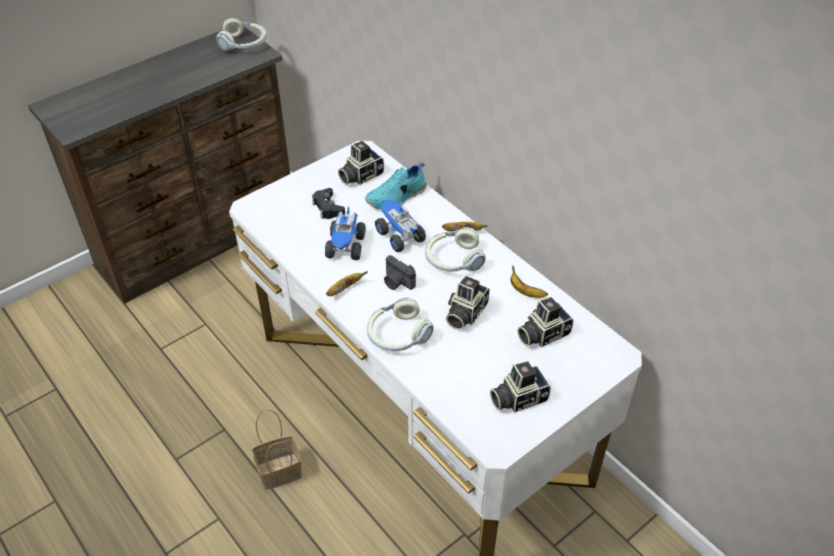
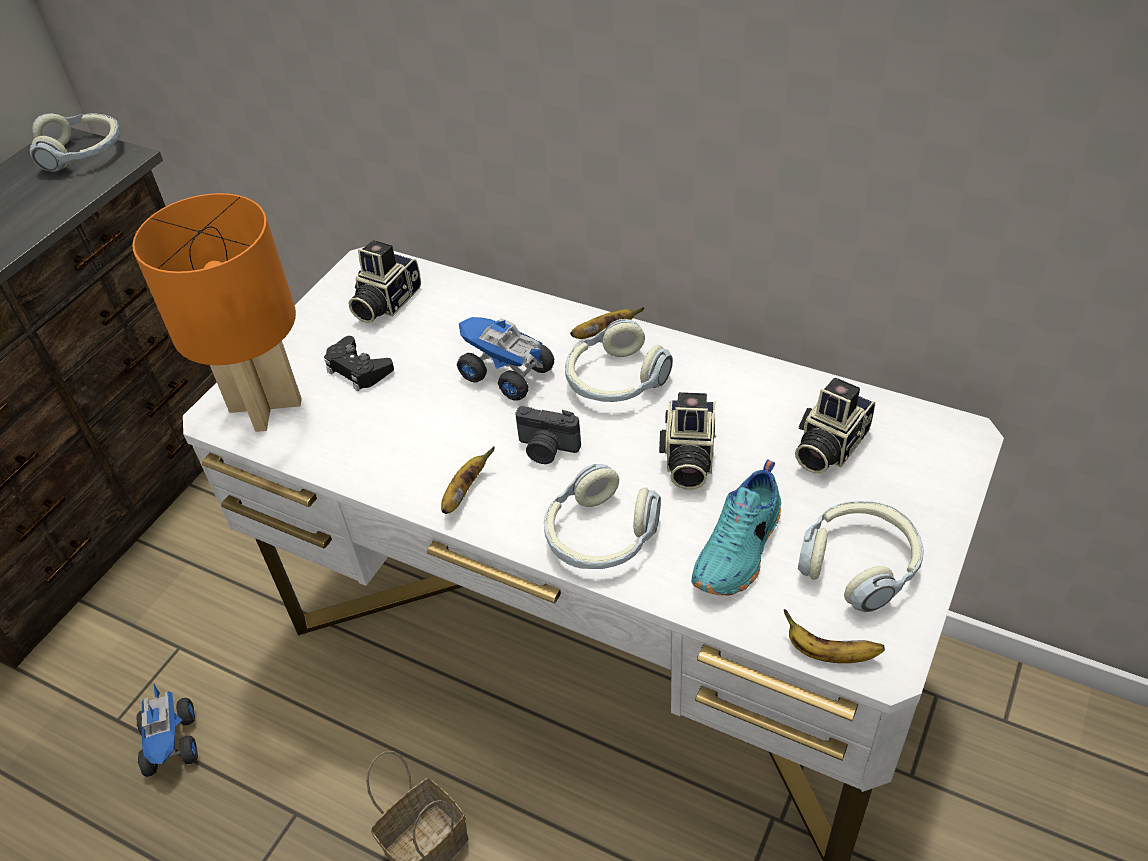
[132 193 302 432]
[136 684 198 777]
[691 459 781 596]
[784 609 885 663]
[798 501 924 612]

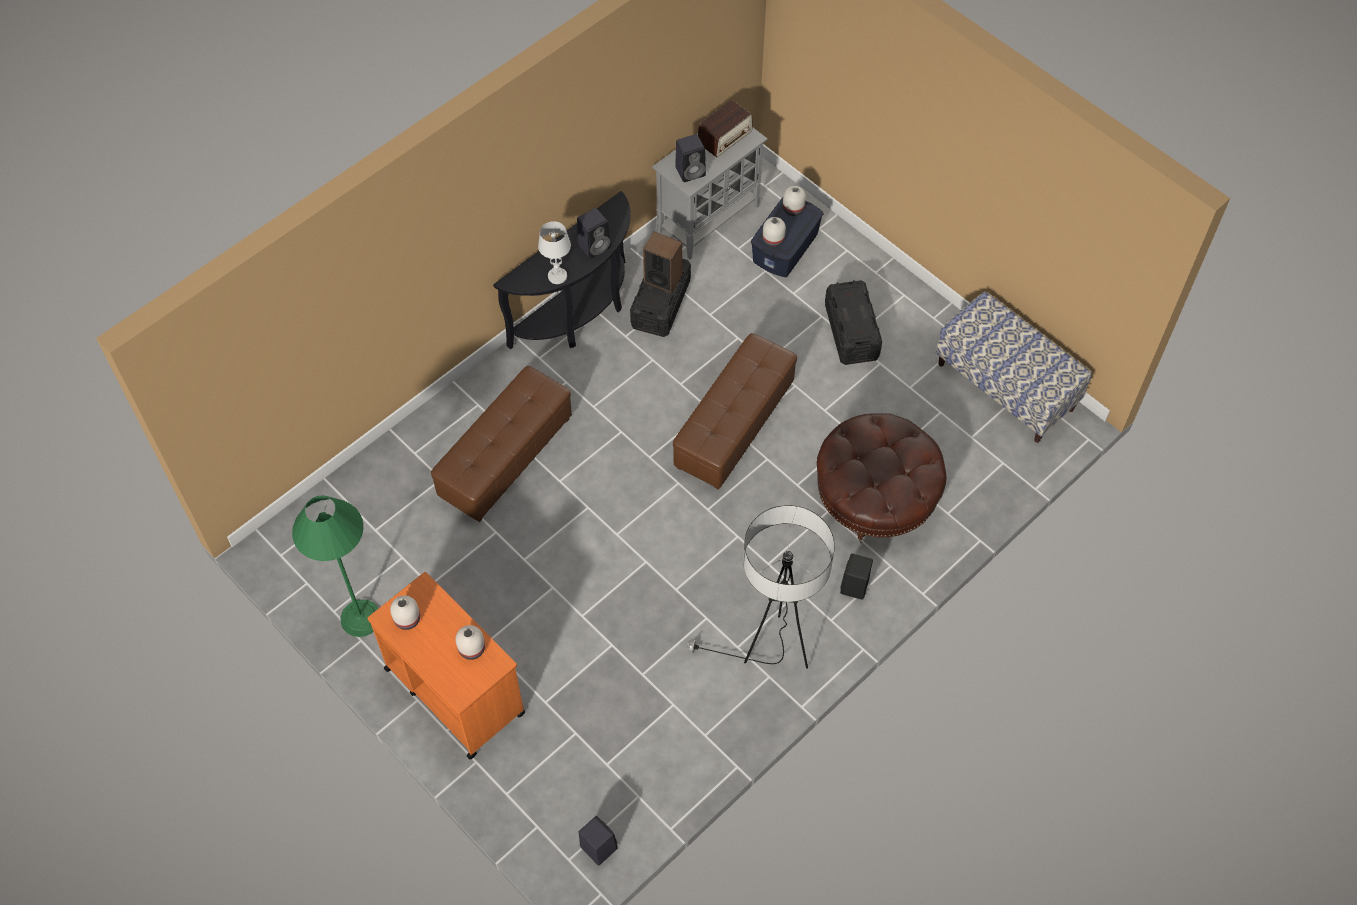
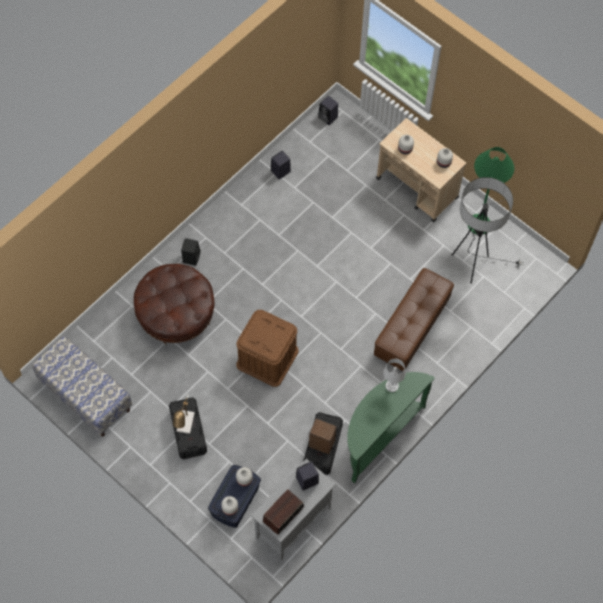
[173 394 195 434]
[236 310 299 387]
[271 151 291 179]
[347 372 435 483]
[376 118 466 222]
[452 177 524 284]

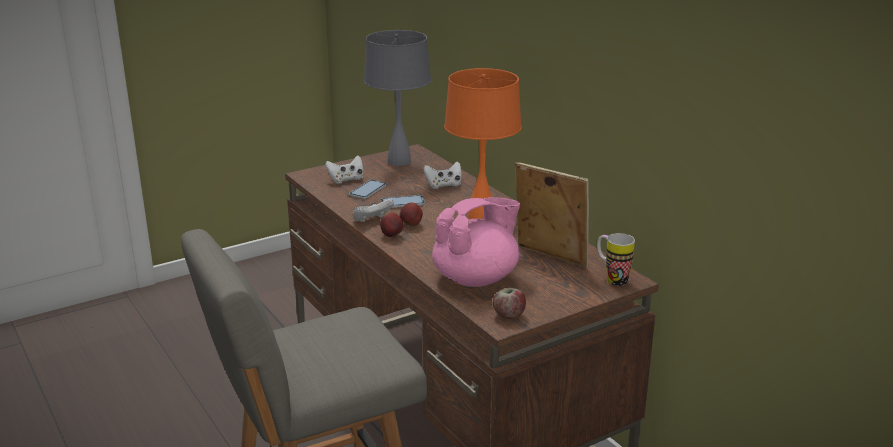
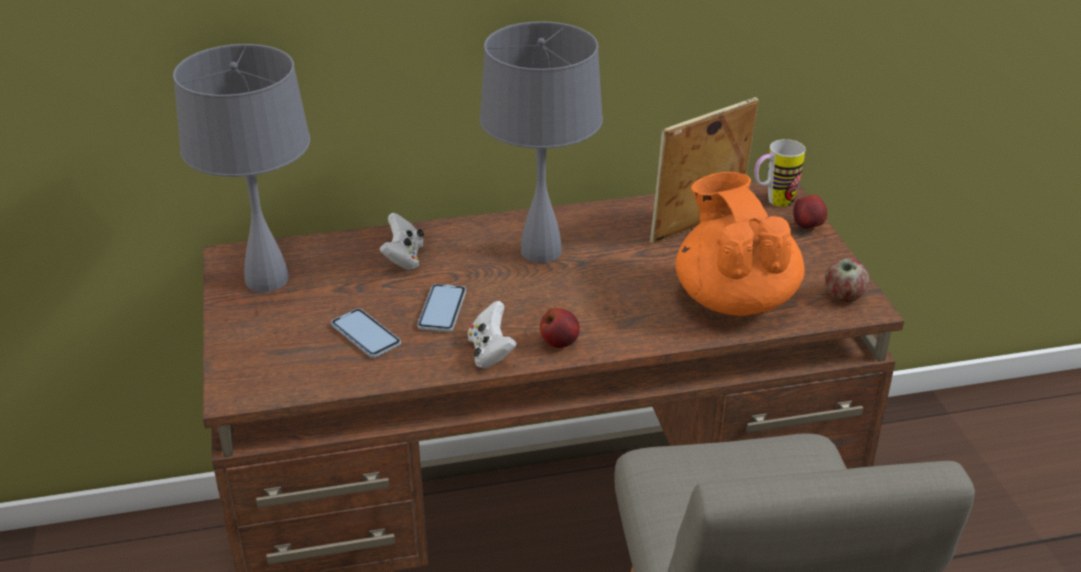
[480 21 603 263]
[676 172 805 316]
[793 194 827 231]
[325 156 363 184] (first image)

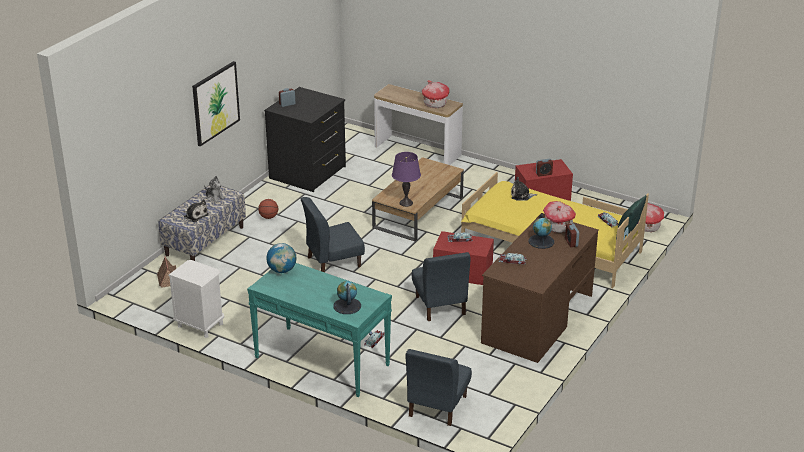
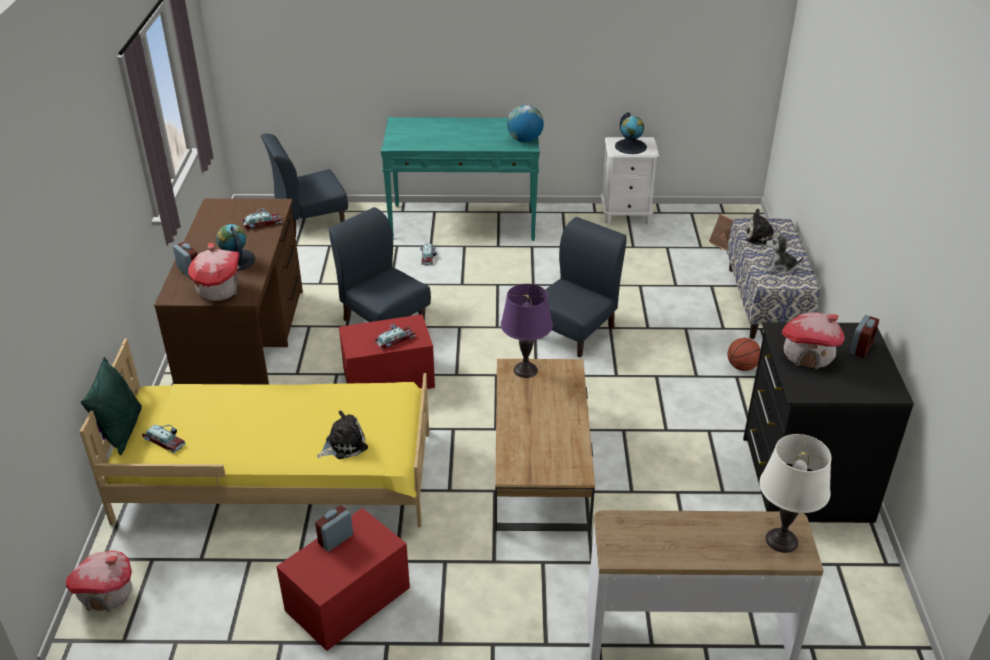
[261 134 348 237]
[615 112 647 154]
[759 434 831 553]
[782 313 845 370]
[192 61 240 147] (first image)

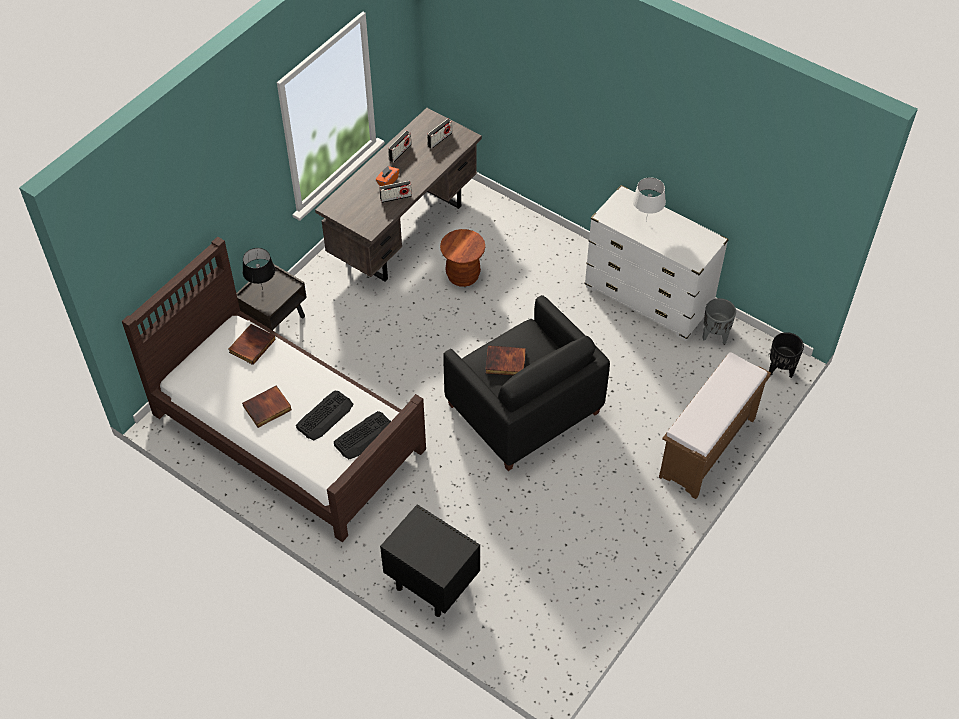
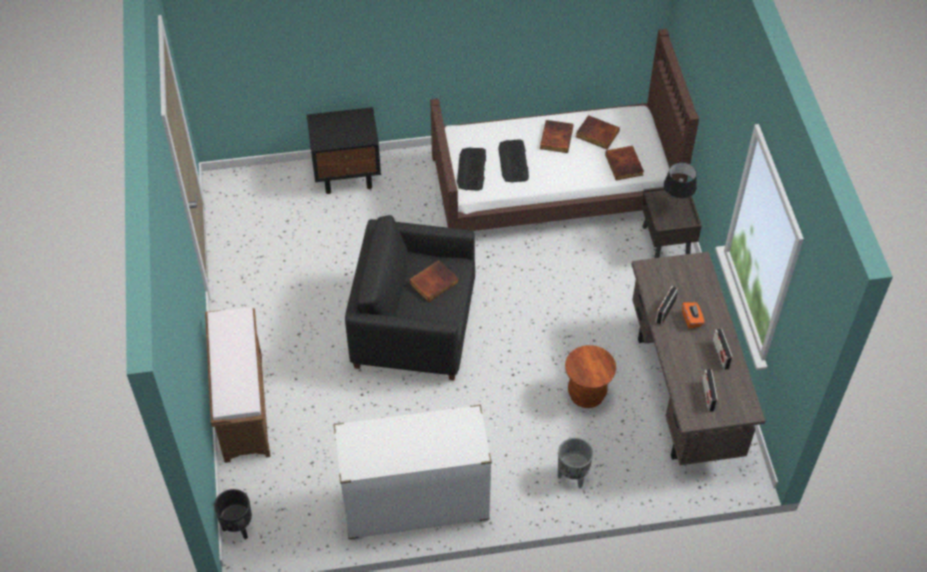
[558 438 593 488]
[576 115 620 149]
[633 177 666 221] (first image)

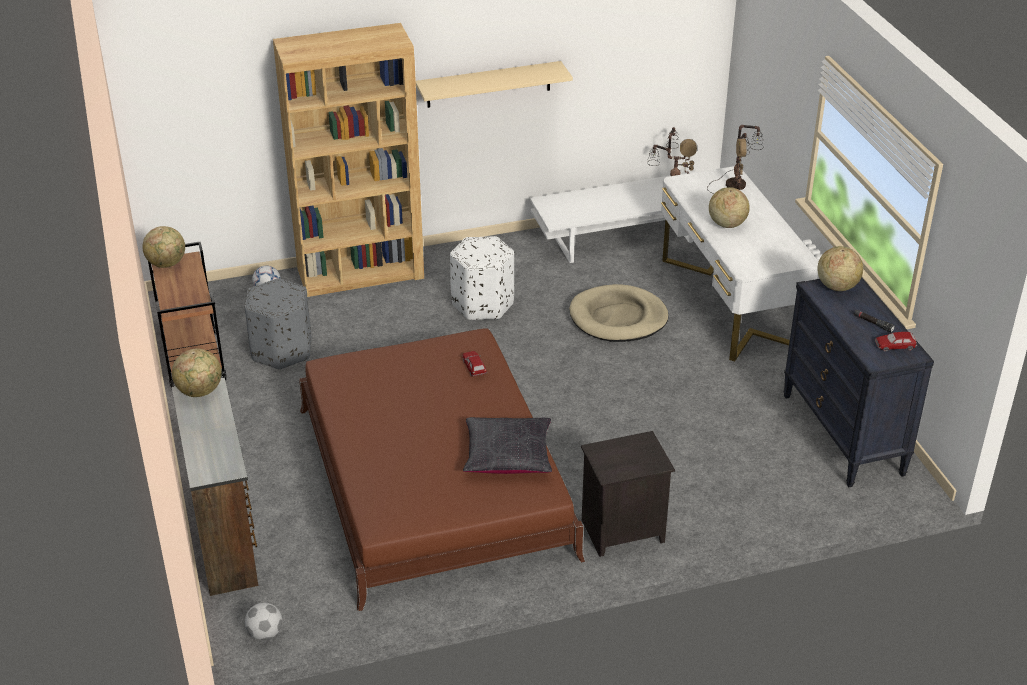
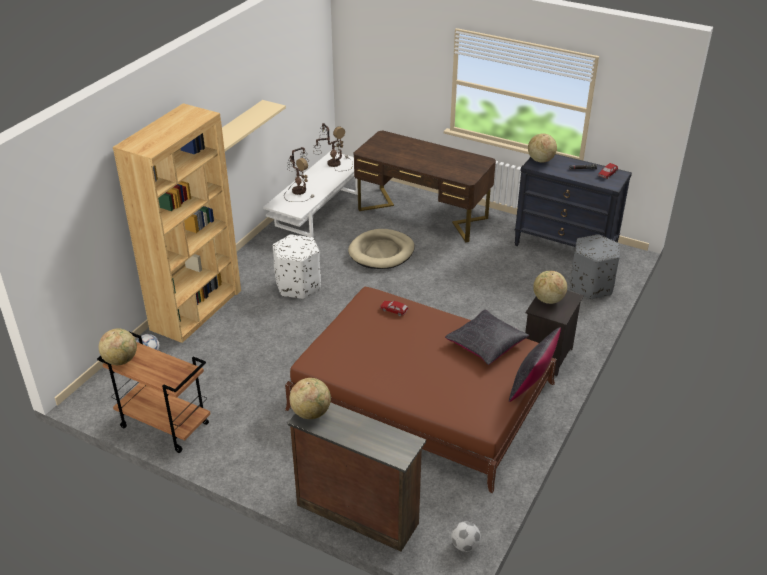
[284 147 315 202]
[354 130 496 242]
[509 327 561 402]
[533 271 567 304]
[570 234 620 300]

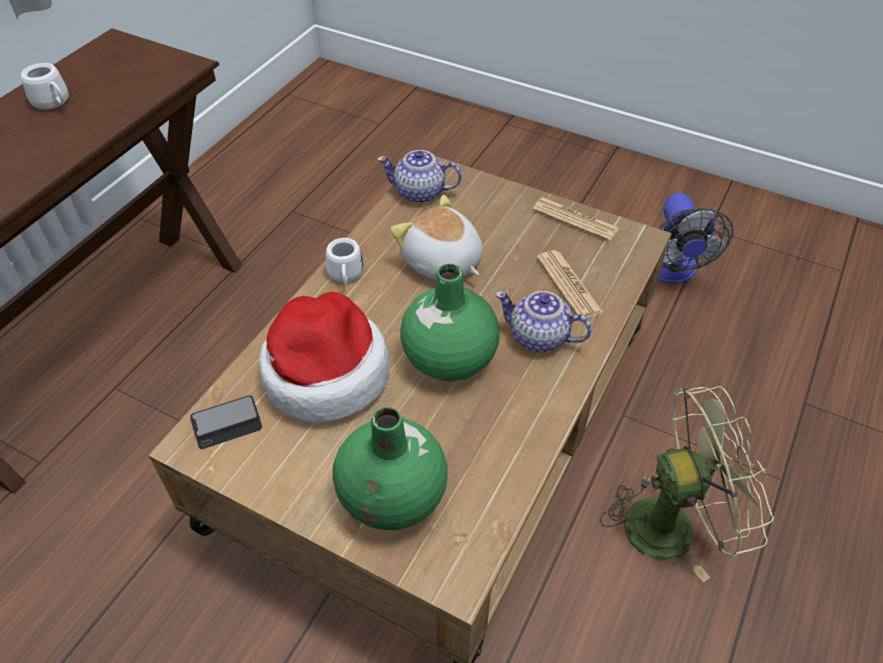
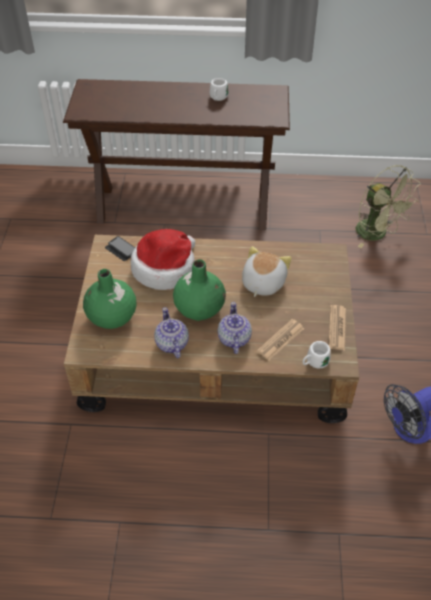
[154 307 189 358]
[303 341 331 369]
[356 165 421 248]

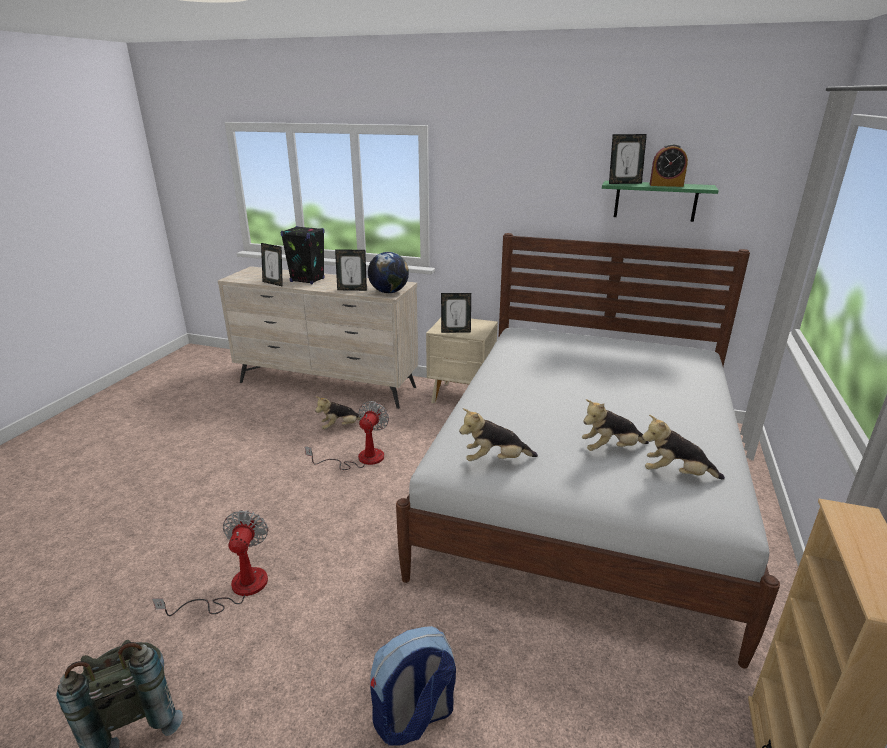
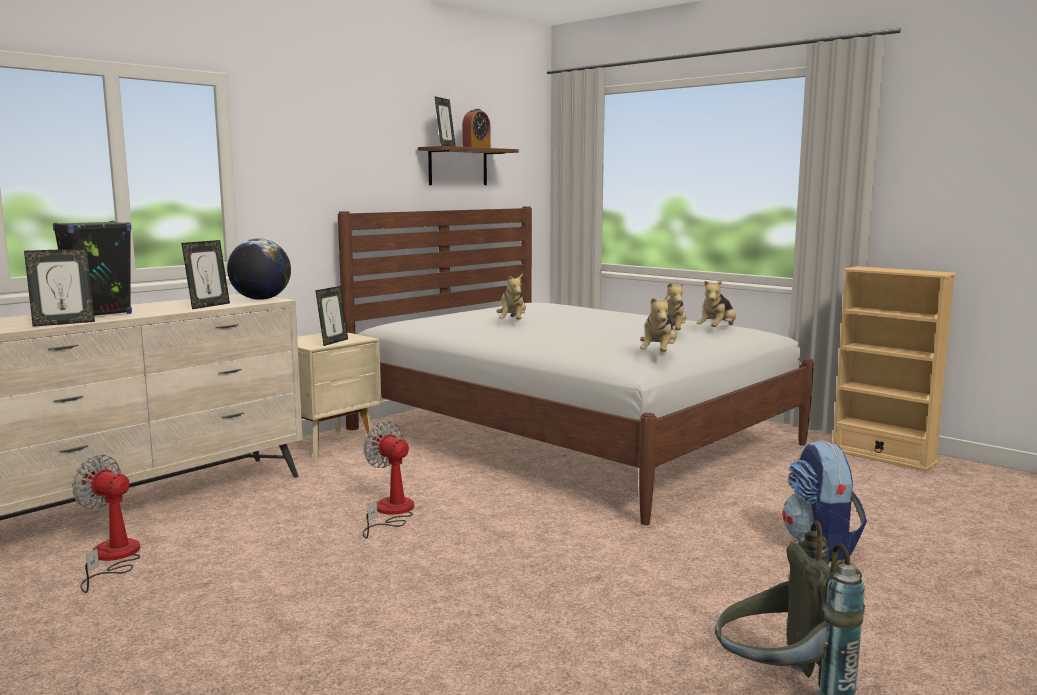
[72 455 141 593]
[418 146 519 185]
[497 273 526 320]

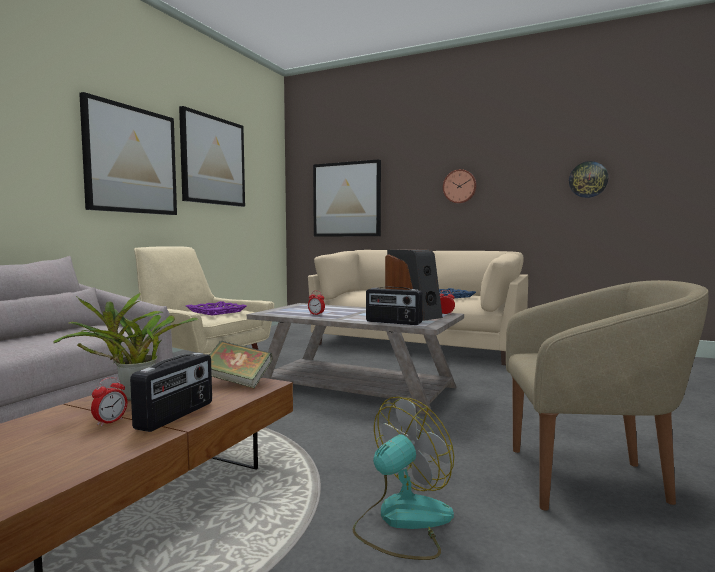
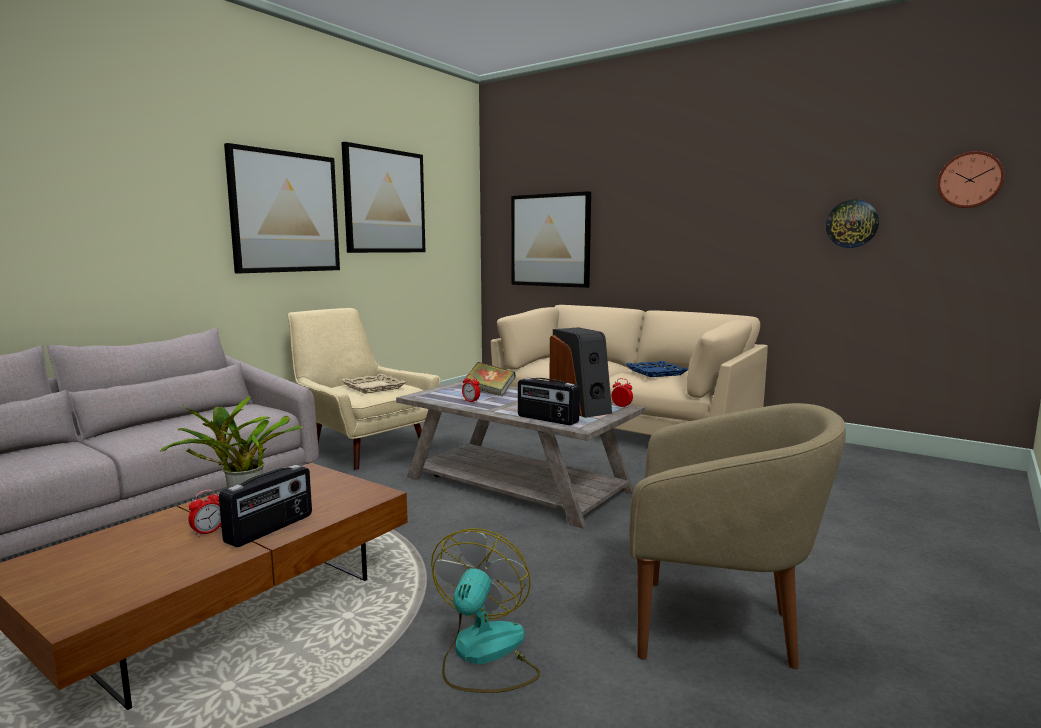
[341 374 406 394]
[431 528 540 693]
[465 362 516 396]
[937 151 1005 208]

